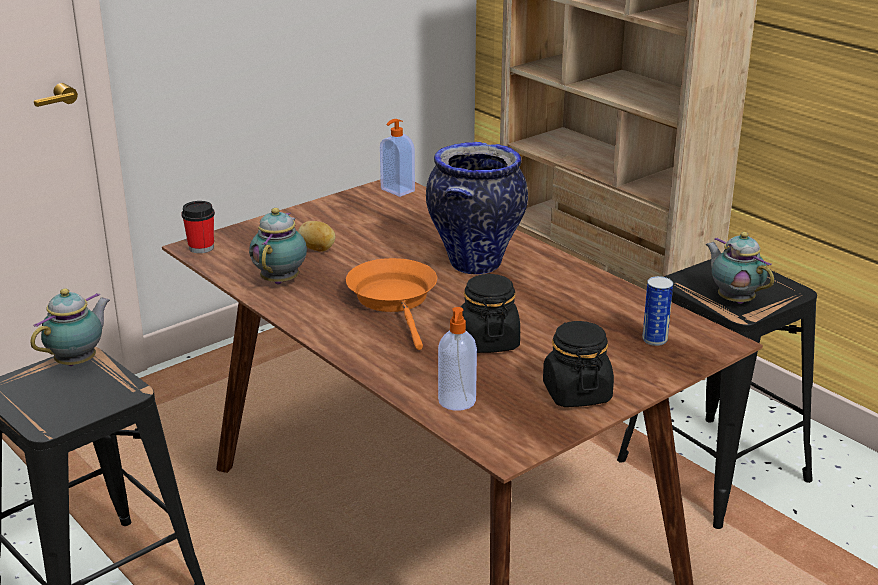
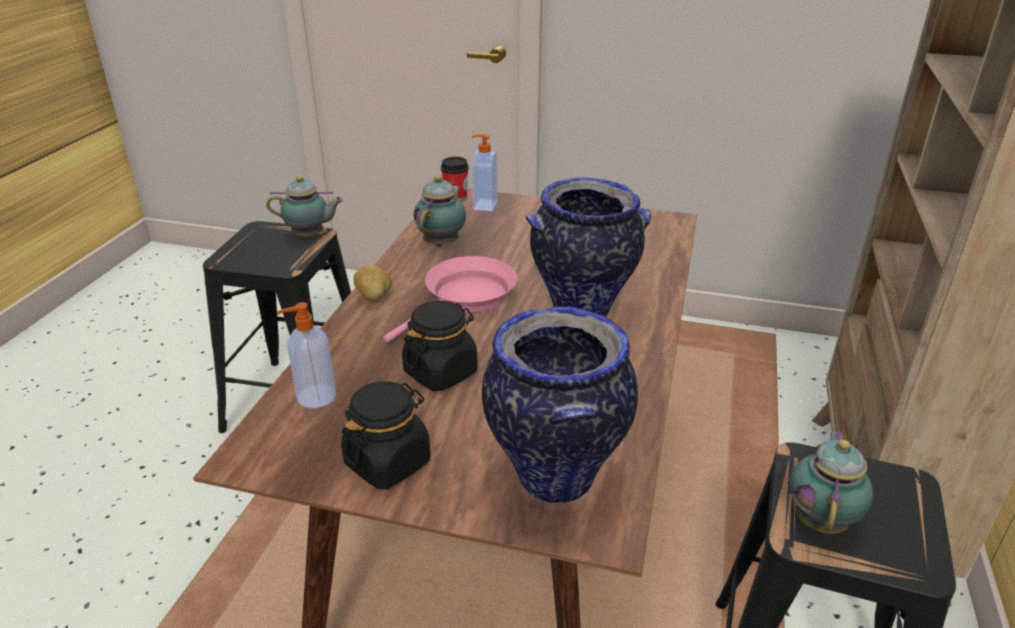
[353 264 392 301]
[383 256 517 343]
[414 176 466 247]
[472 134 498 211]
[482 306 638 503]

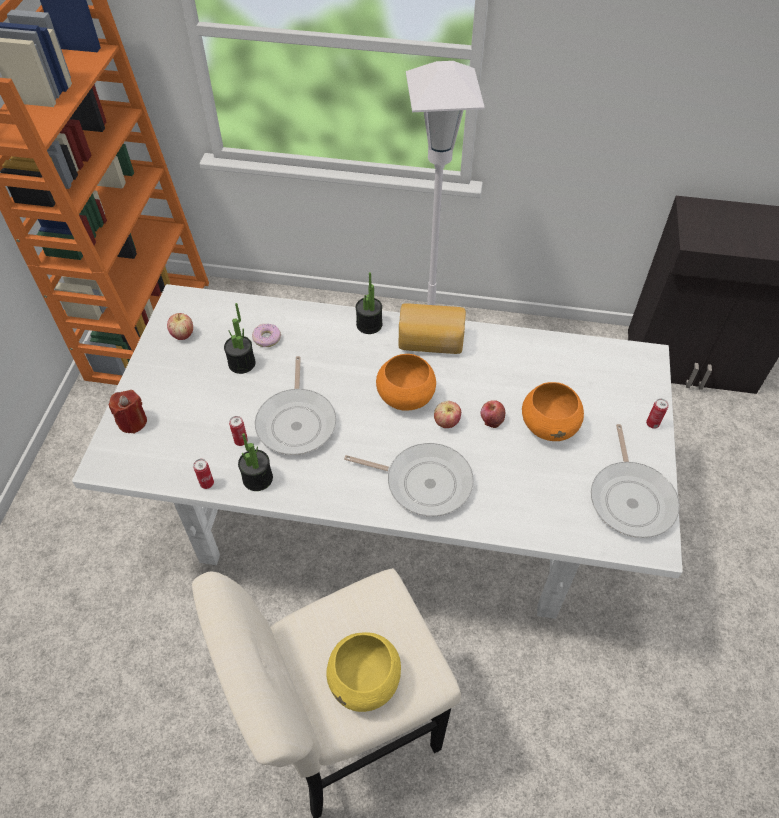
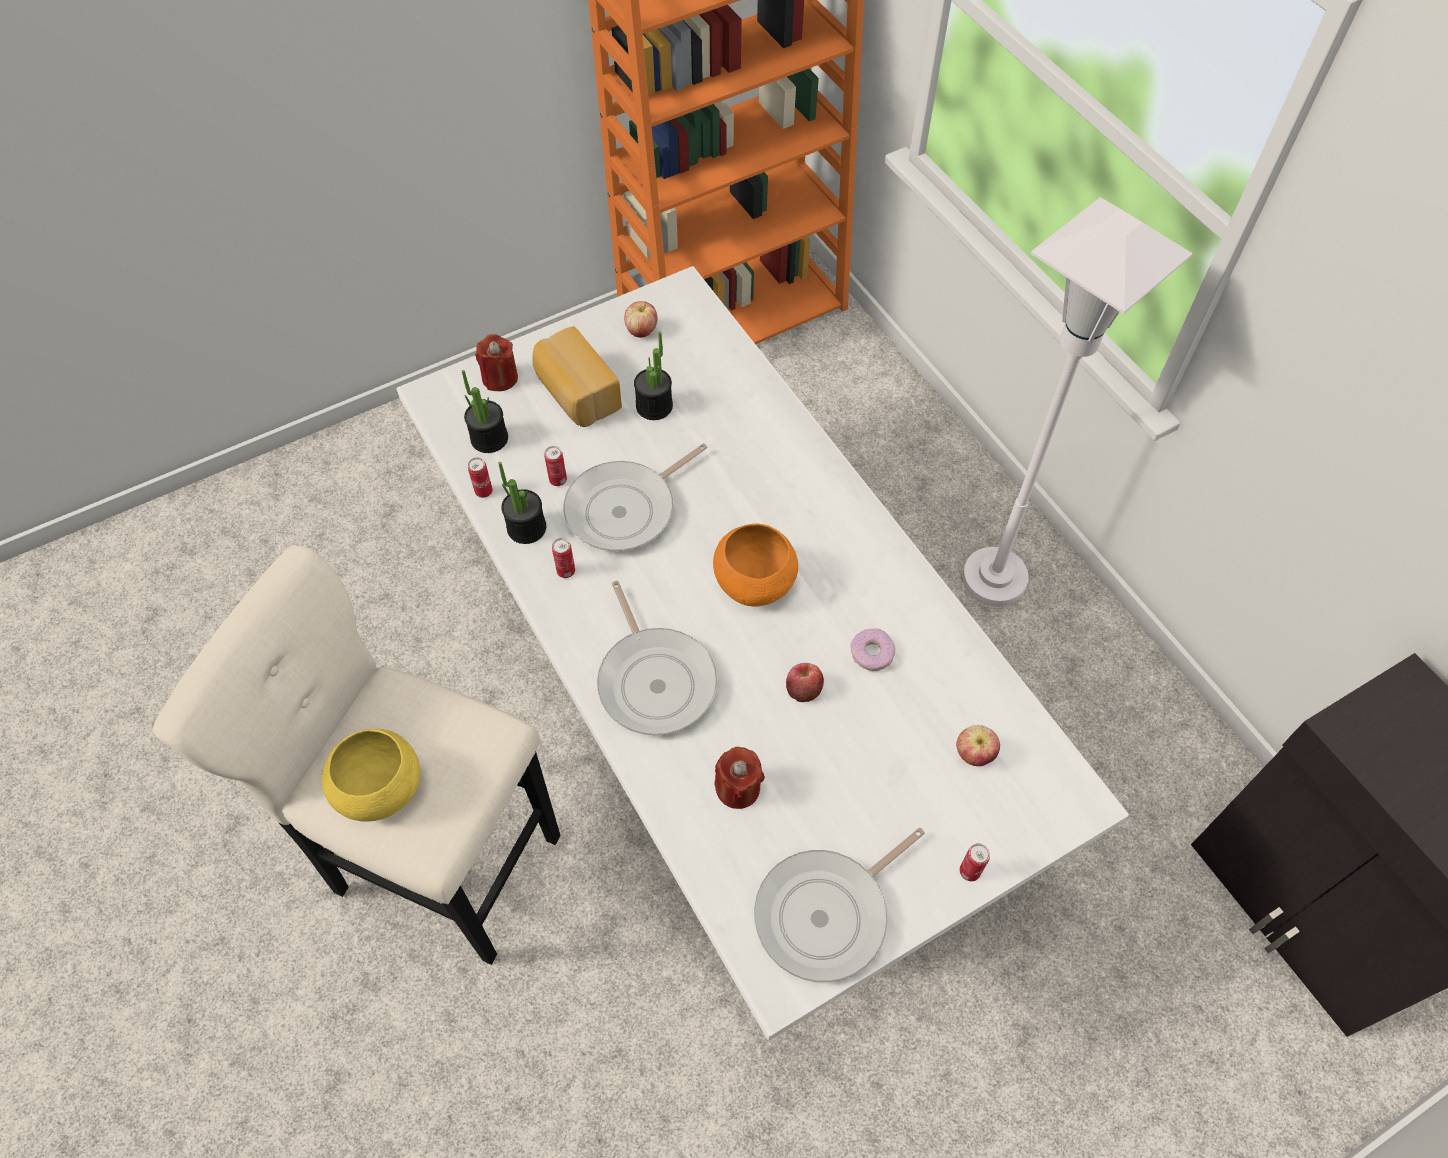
[462 370 508 453]
[533 326 622 427]
[552 538 575 578]
[715 747 765 809]
[851 629 895 671]
[956 725 1000 766]
[522 382 584 441] (first image)

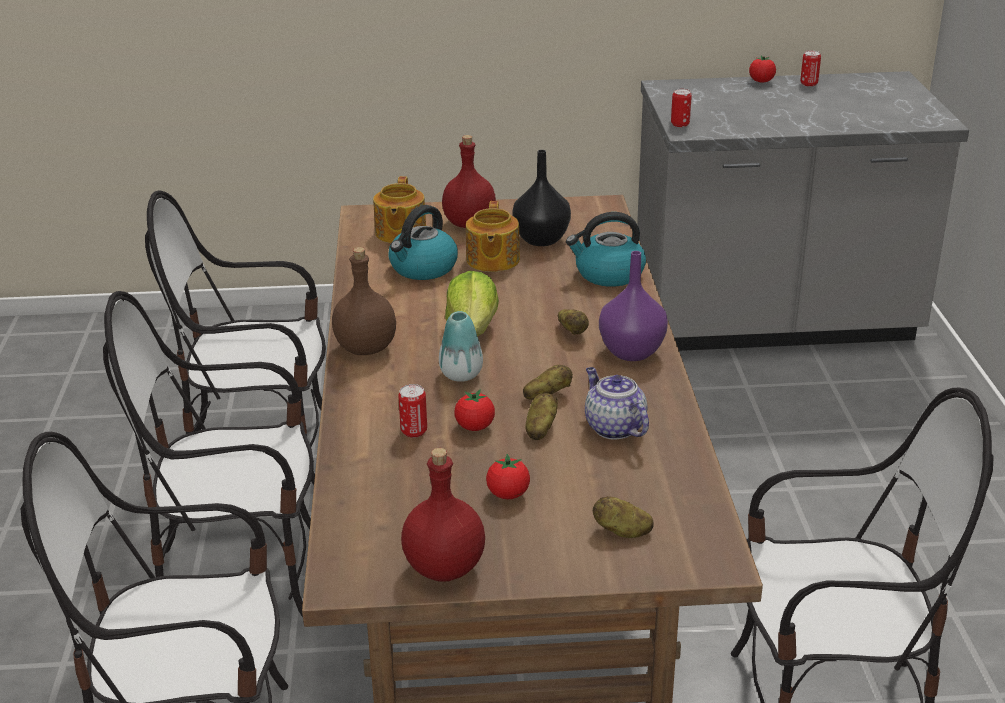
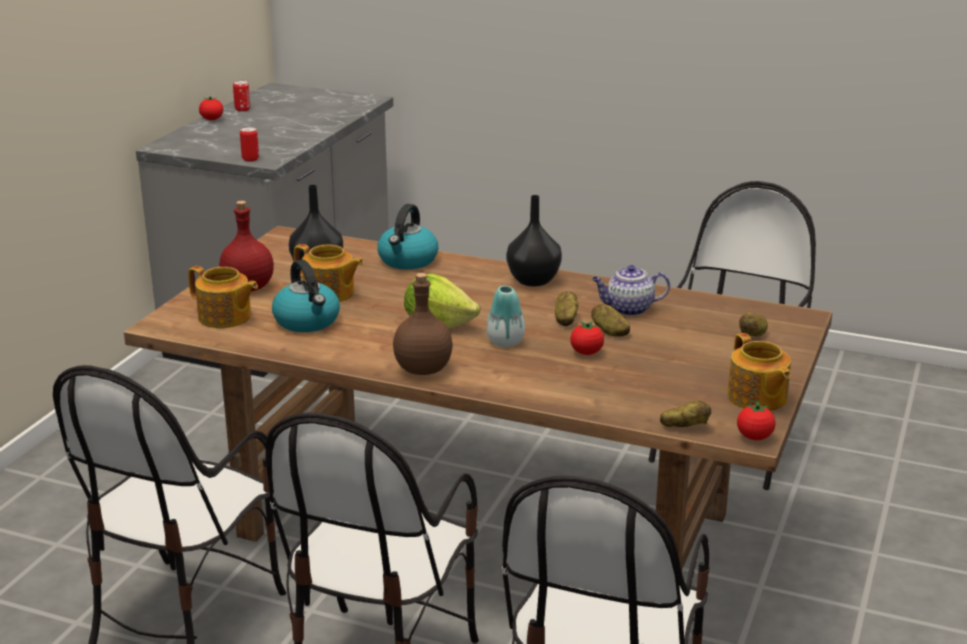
[506 195 562 287]
[660 400 711 427]
[728 333 791 411]
[737 401 776 440]
[398 384 427 438] (first image)

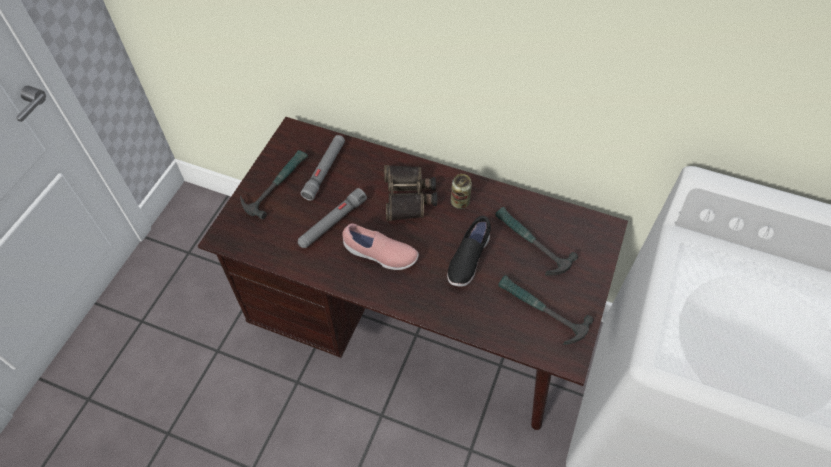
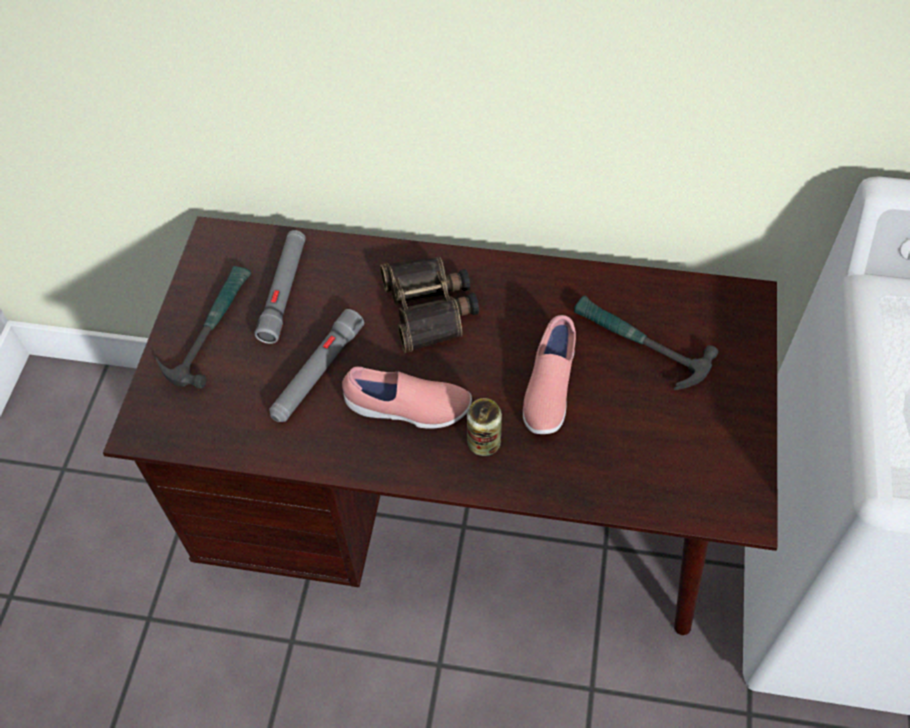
[467 398 502 456]
[523 315 576 434]
[498 275 594 345] (first image)

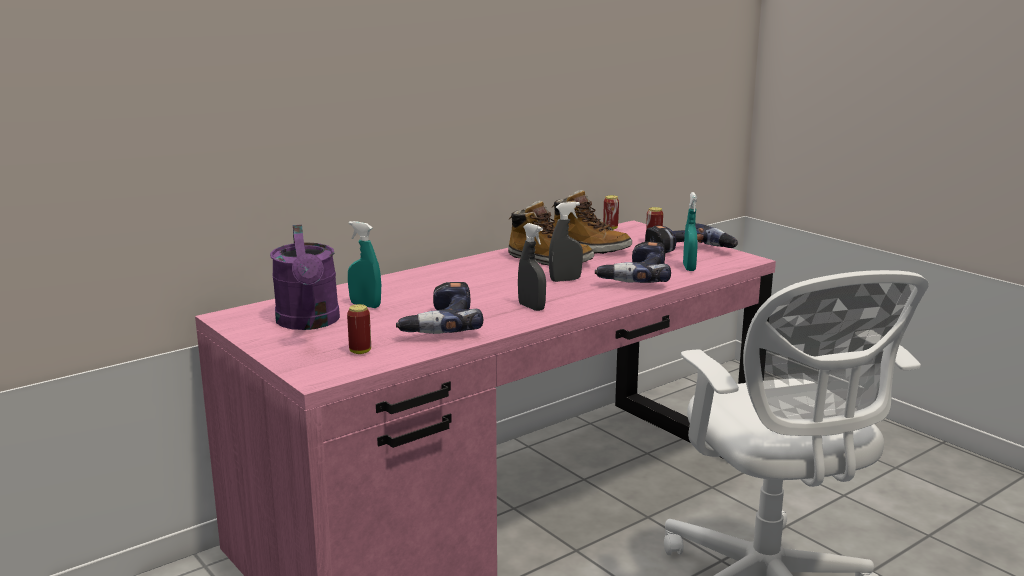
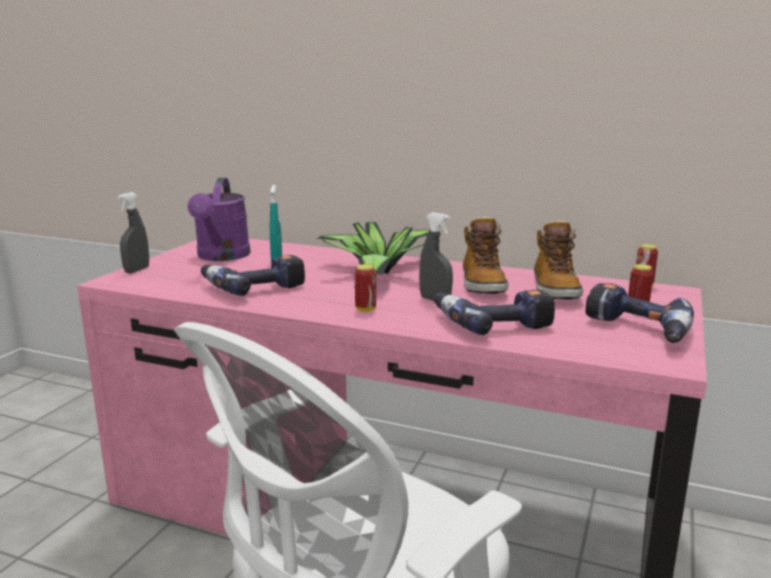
[118 192 149 273]
[188 178 250 261]
[317 222 429 275]
[355 264 376 312]
[683 192 697 271] (first image)

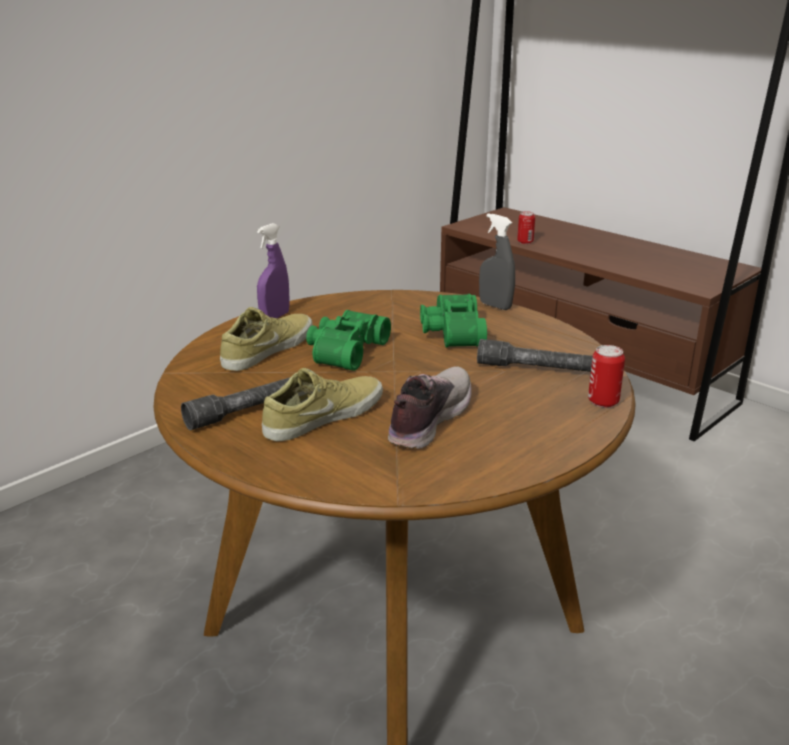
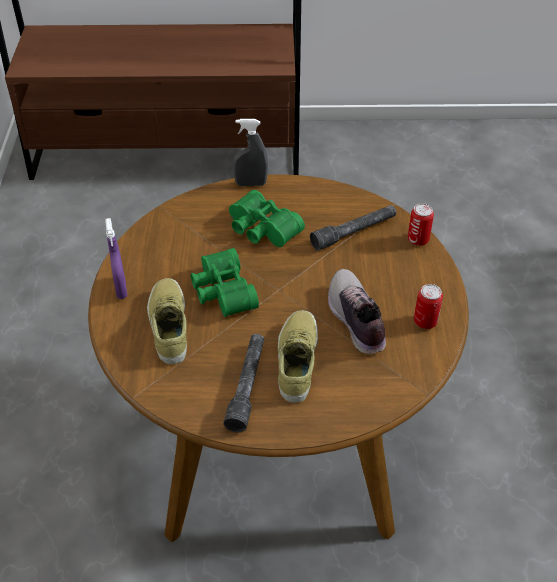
[414 284 443 329]

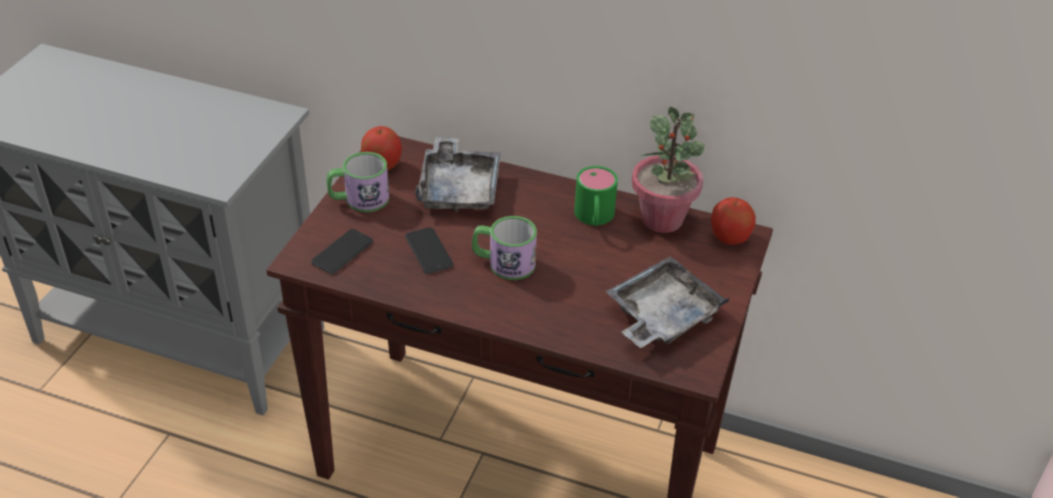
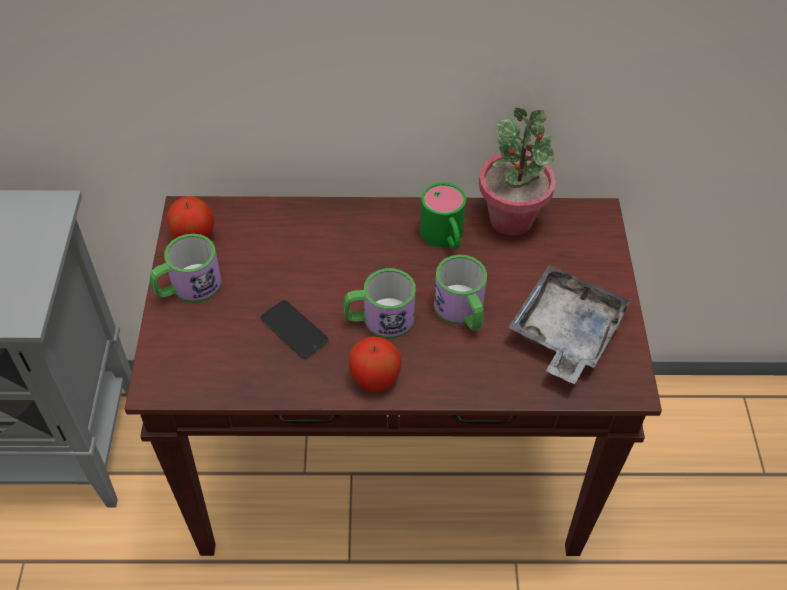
[349 336 402 392]
[434 255 487 331]
[311 229 373 274] (first image)
[415 137 501 212] (first image)

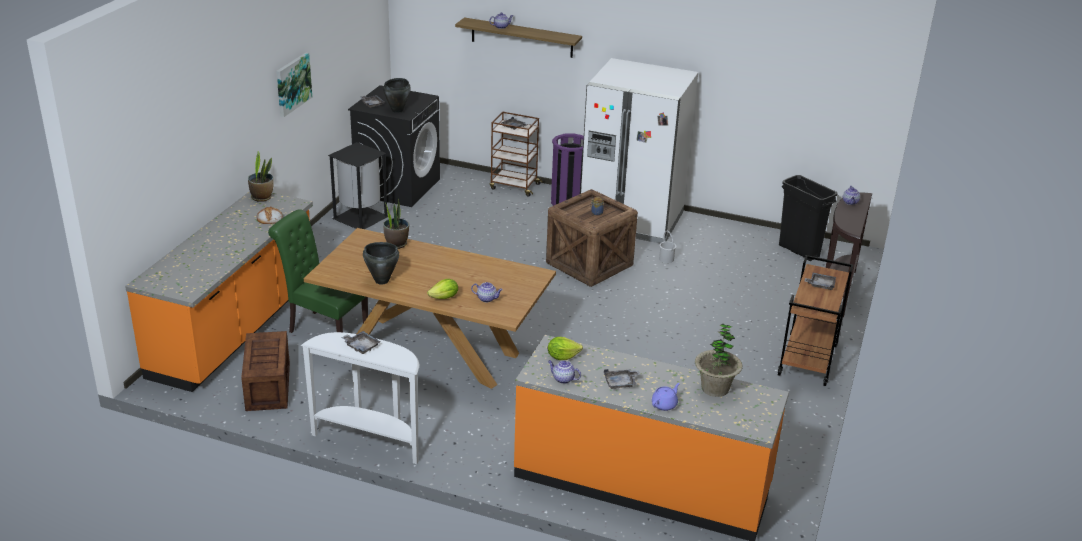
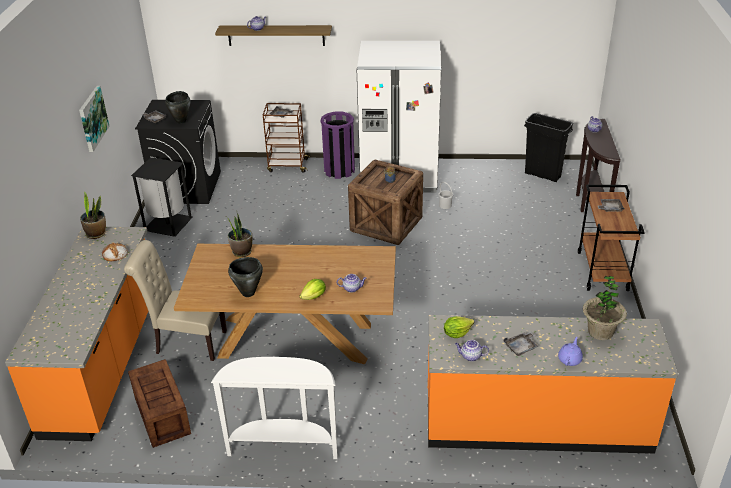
[124 240 227 361]
[341 331 380 354] (first image)

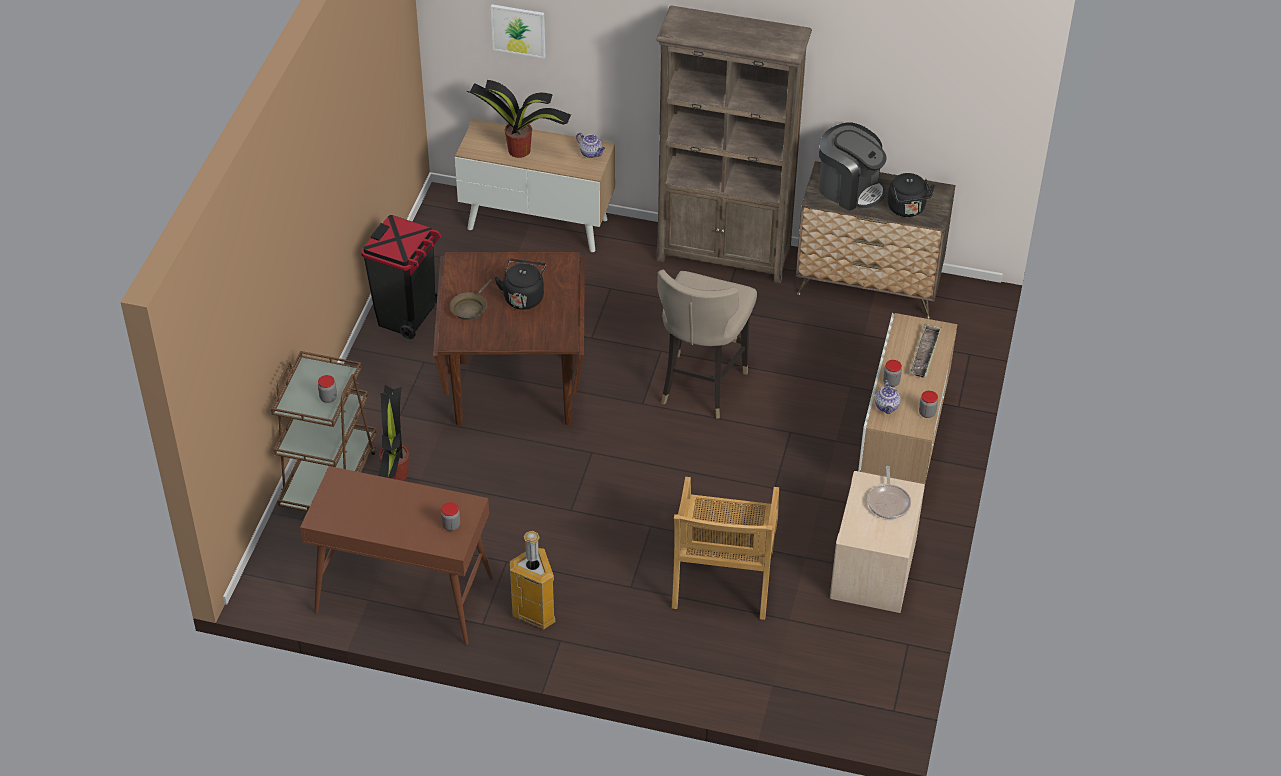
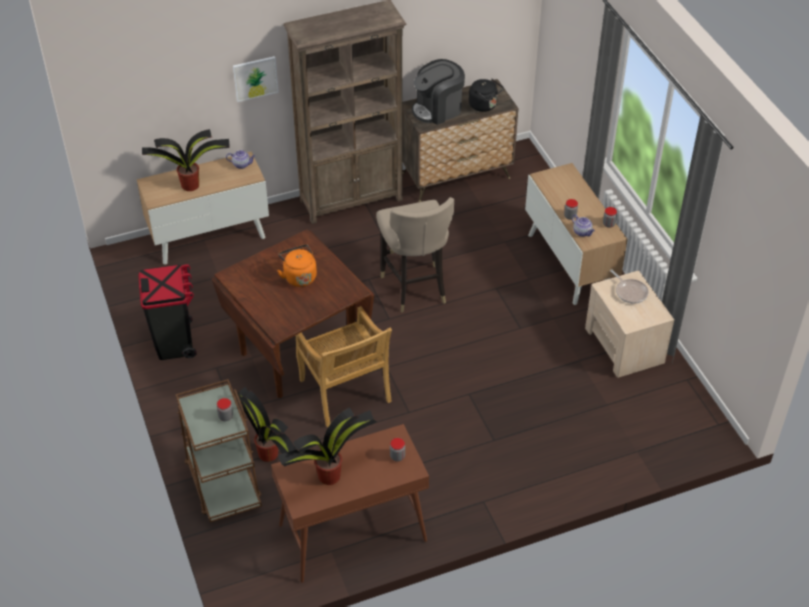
[233 56 279 102]
[277 244 317 287]
[278 407 377 485]
[296 306 392 427]
[412 59 465 125]
[450 279 492 320] (first image)
[510 531 555 629] (first image)
[909 323 941 378] (first image)

